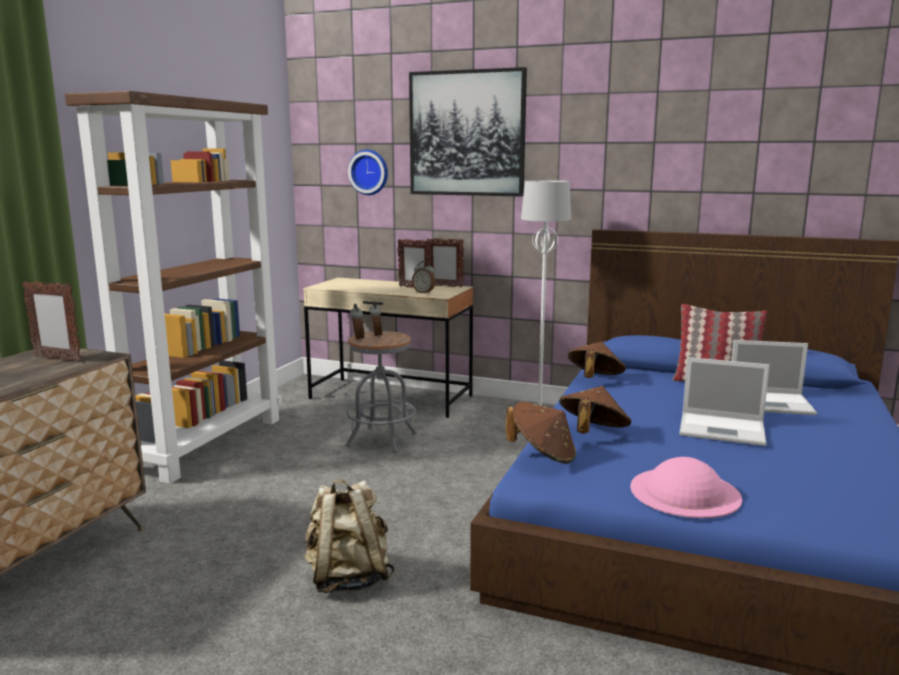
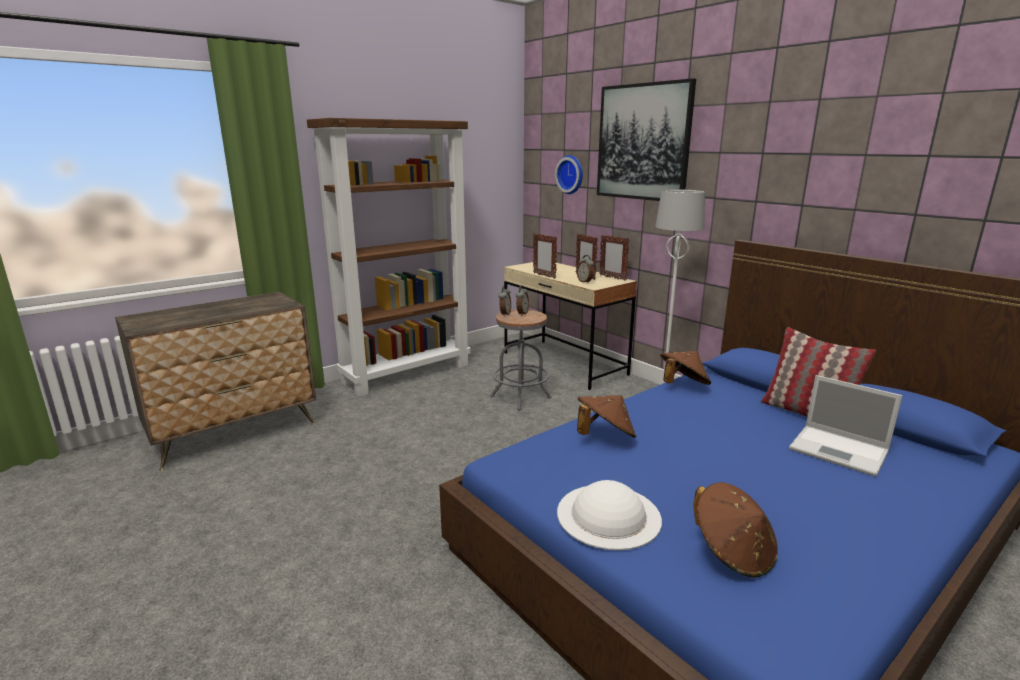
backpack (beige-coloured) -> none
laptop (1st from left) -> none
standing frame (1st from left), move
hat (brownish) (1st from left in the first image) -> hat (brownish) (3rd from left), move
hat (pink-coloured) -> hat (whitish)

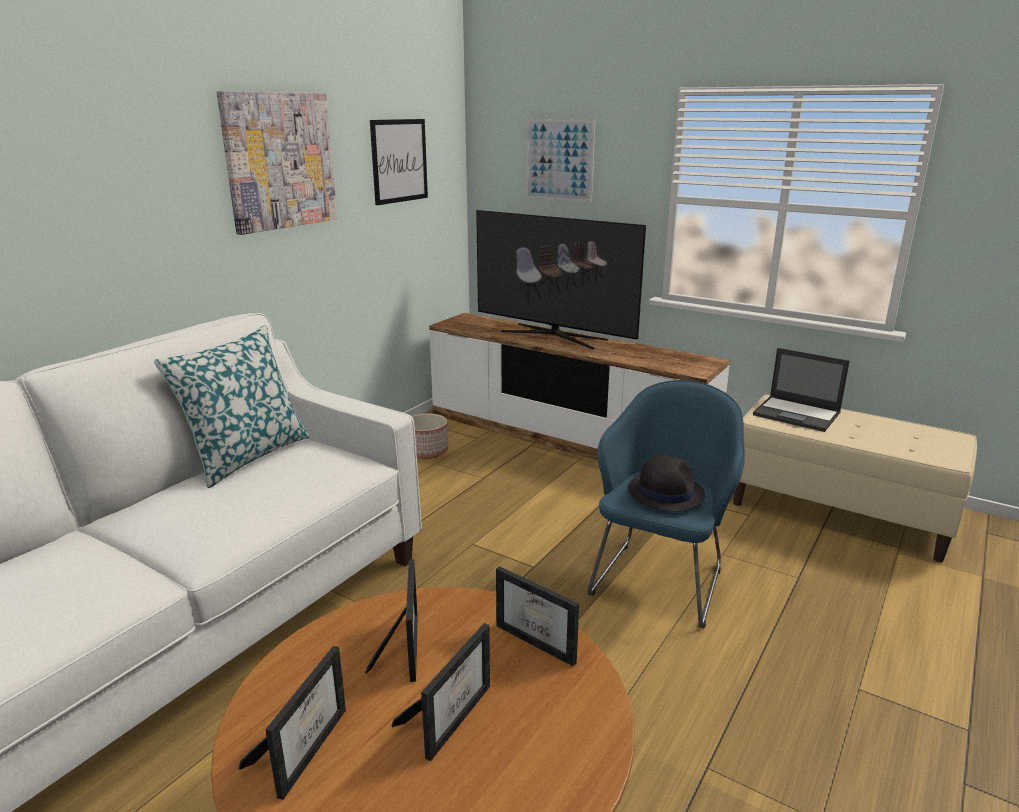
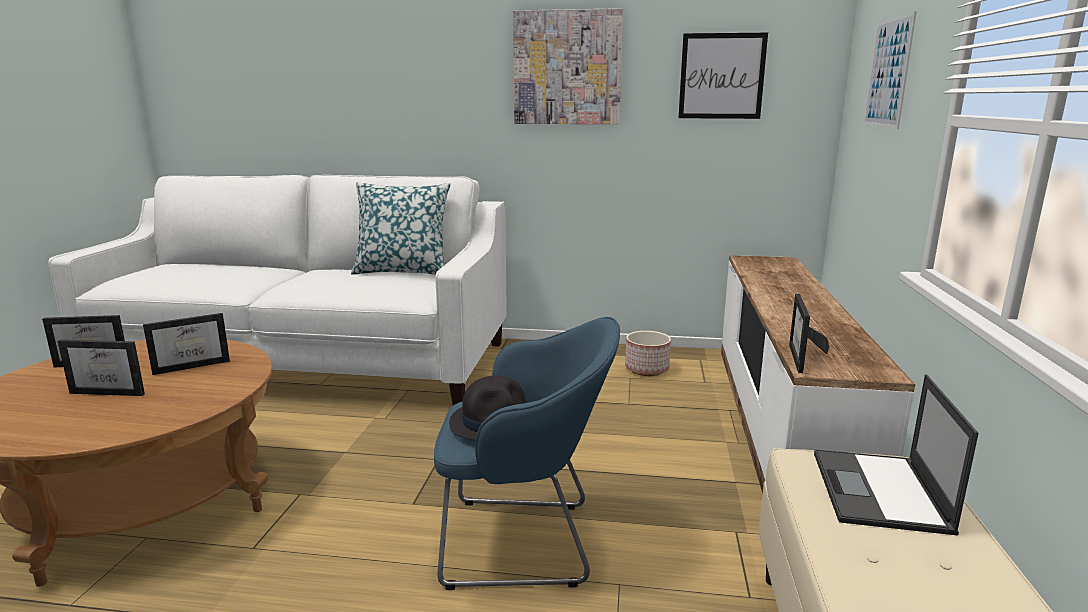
TV -> none
standing frame (4th from left), move

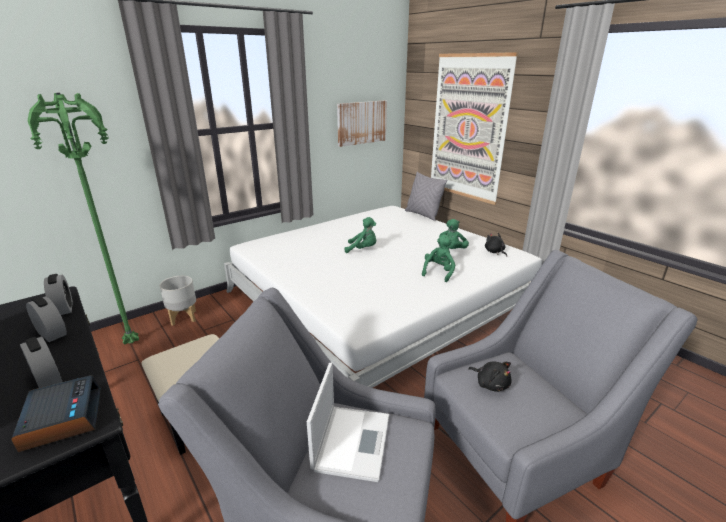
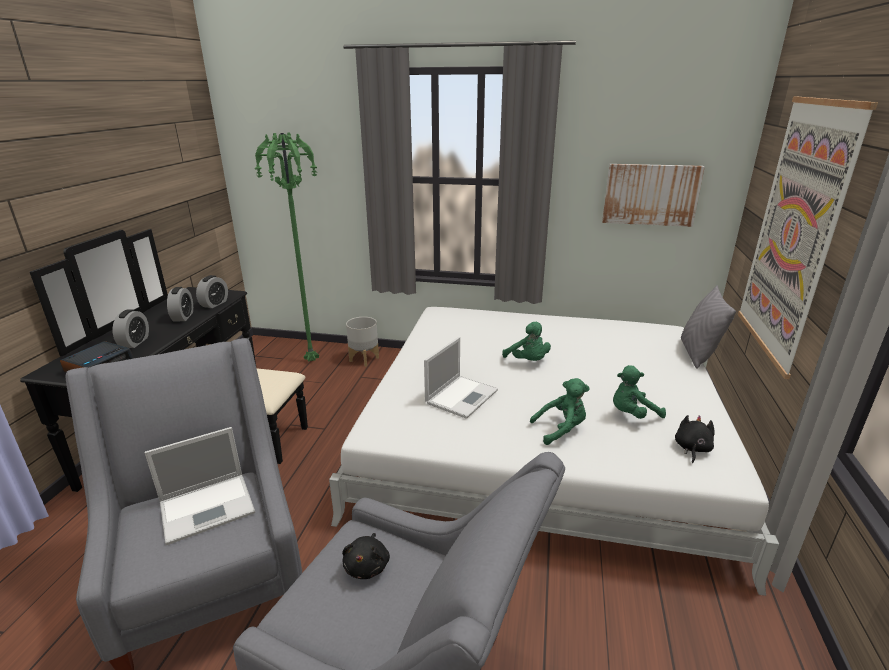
none -> laptop (2nd from left)

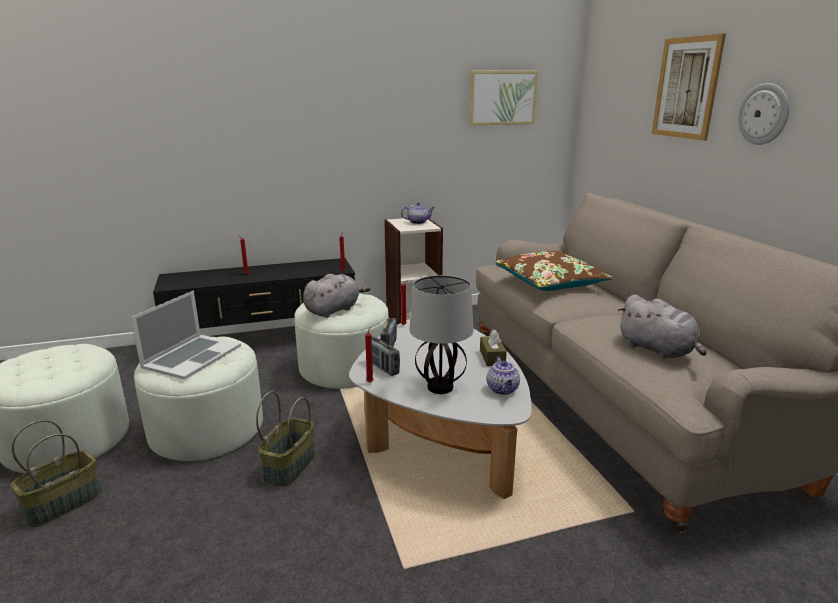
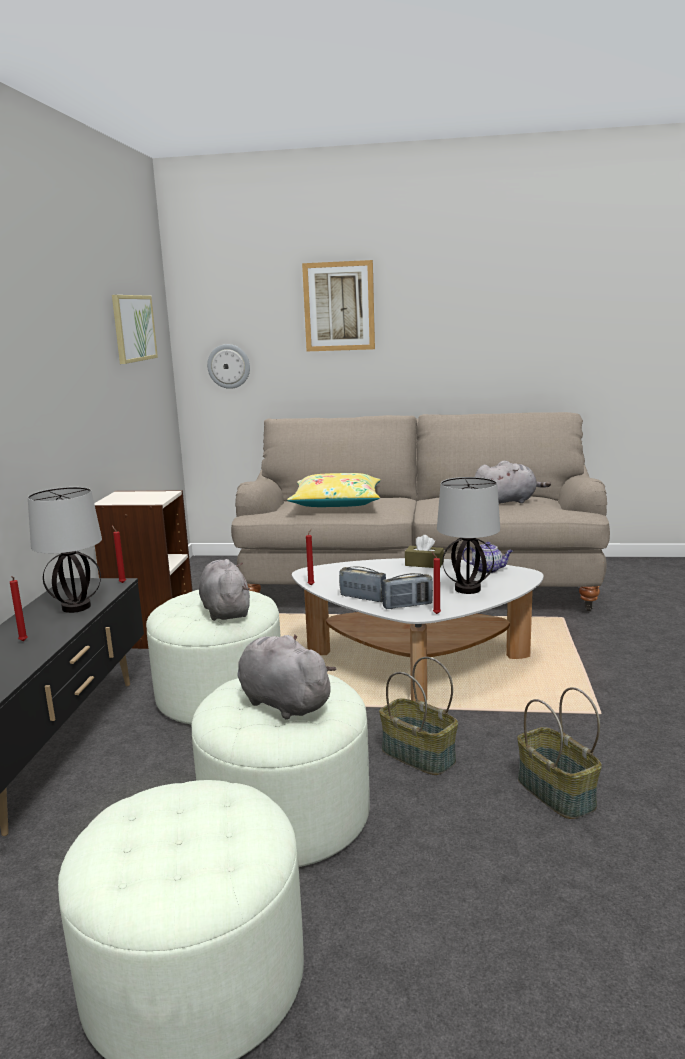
tea pot (1st from left) -> none
none -> lamp for a table (1st from left)
basket (1st from left in the first image) -> basket (2nd from left), move
hanging clock, move
laptop -> cuddly toy (gray) (2nd from left)
throw pillow (brownish) -> throw pillow (yellow)

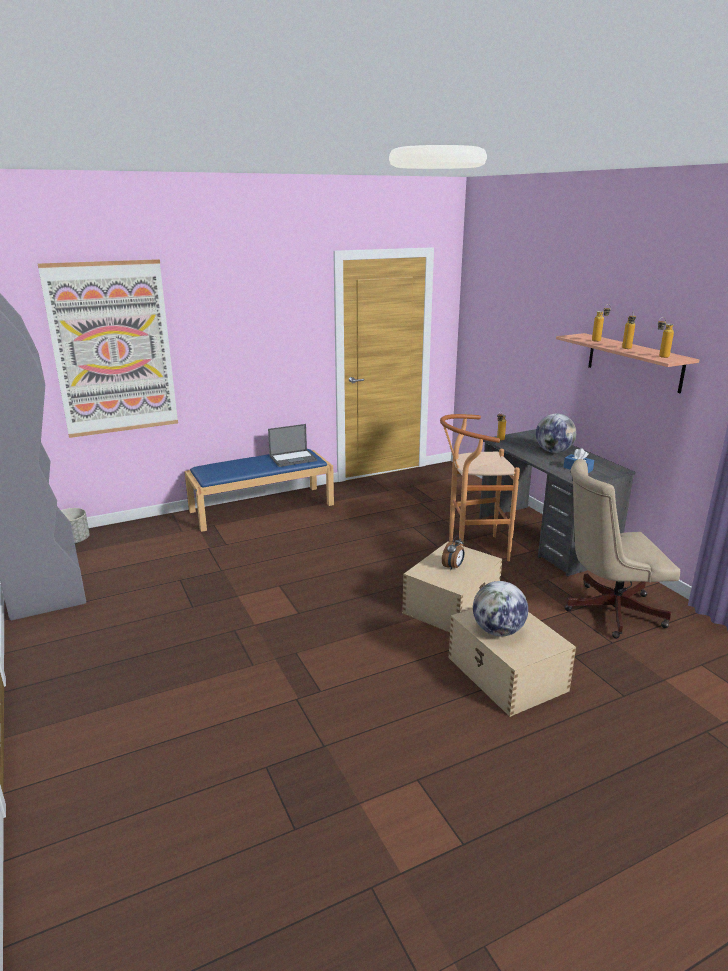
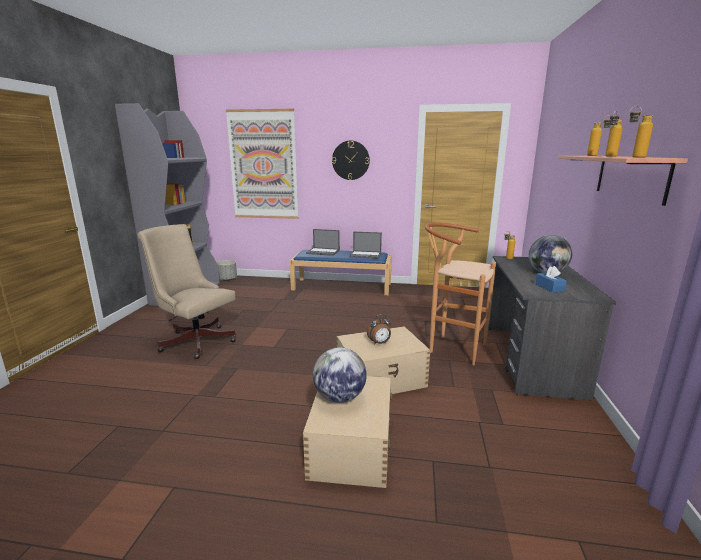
none -> laptop (1st from left)
none -> hanging clock
desk chair (beige-coloured), move

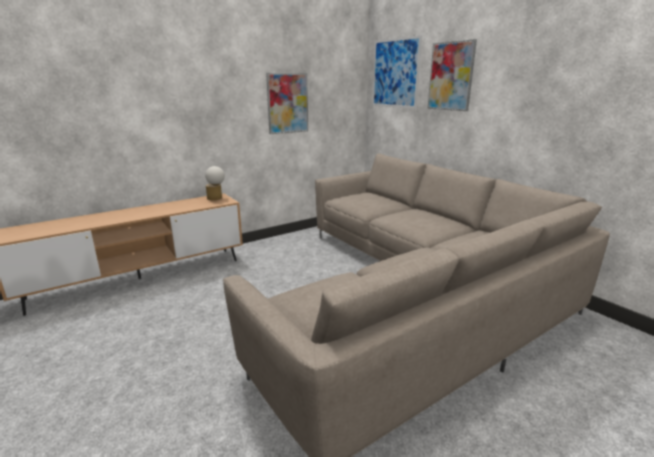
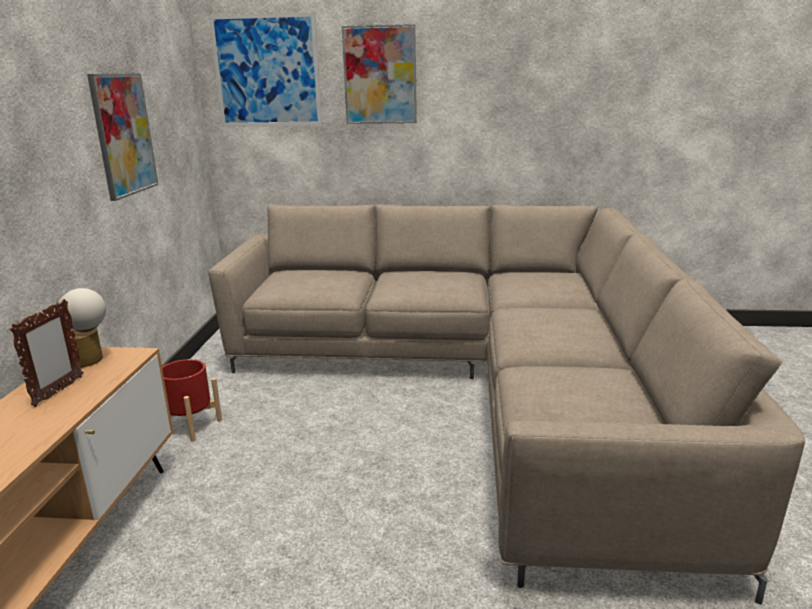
none -> standing frame
none -> plant pot (red-coloured)

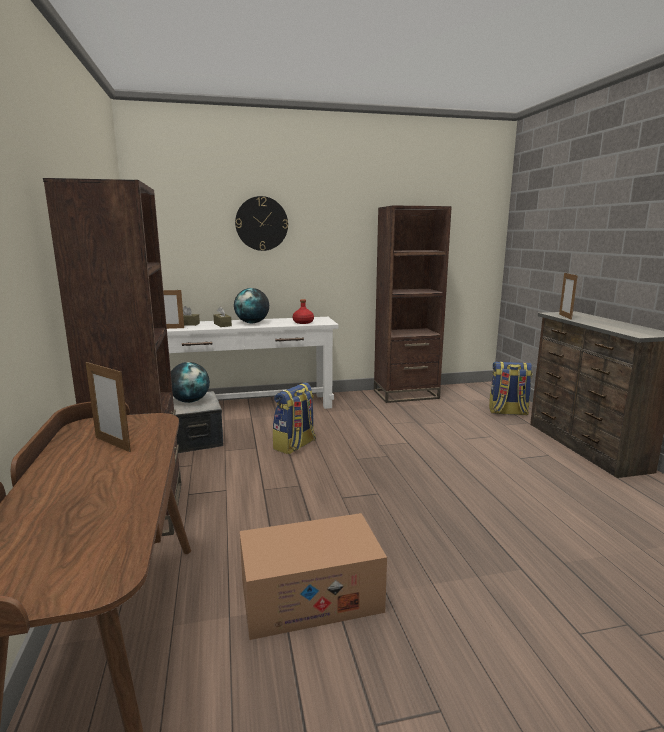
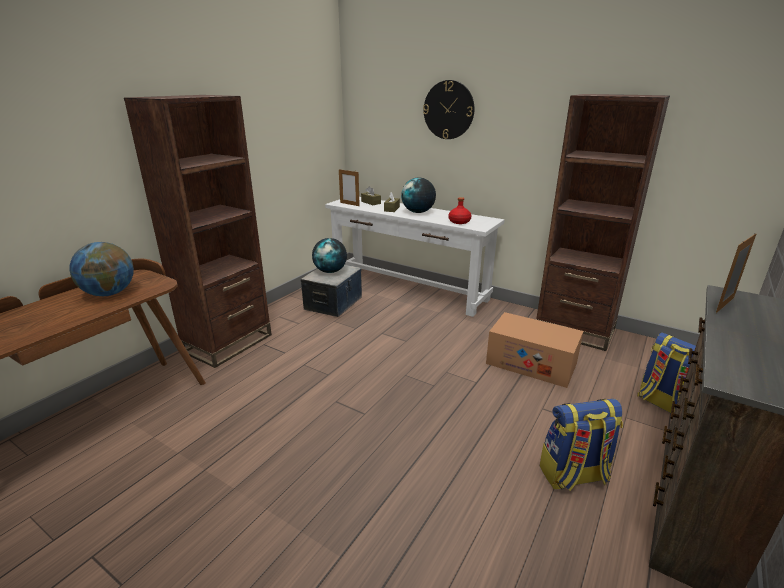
carton, move
backpack (1st from left), move
standing frame (1st from left) -> desk globe (1st from left)

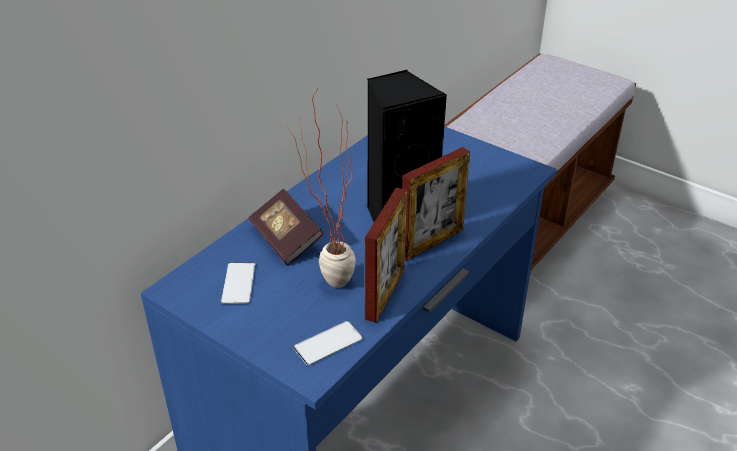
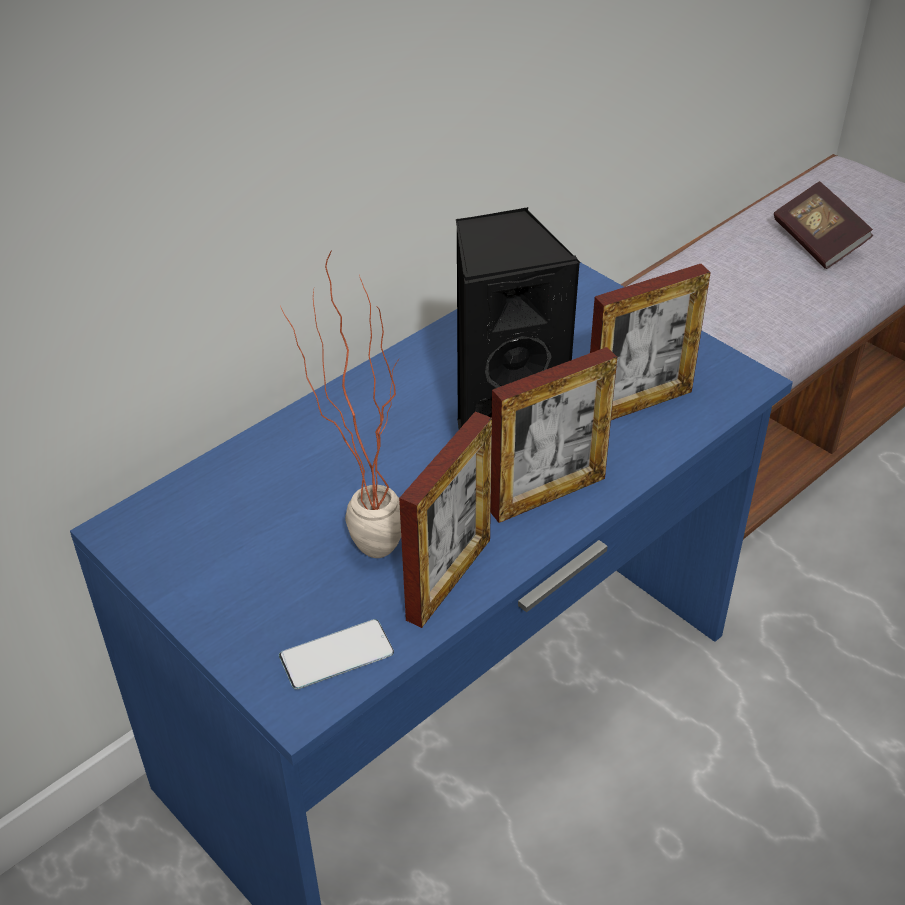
telephone (1st from left) -> none
none -> standing frame (3rd from left)
volume, move

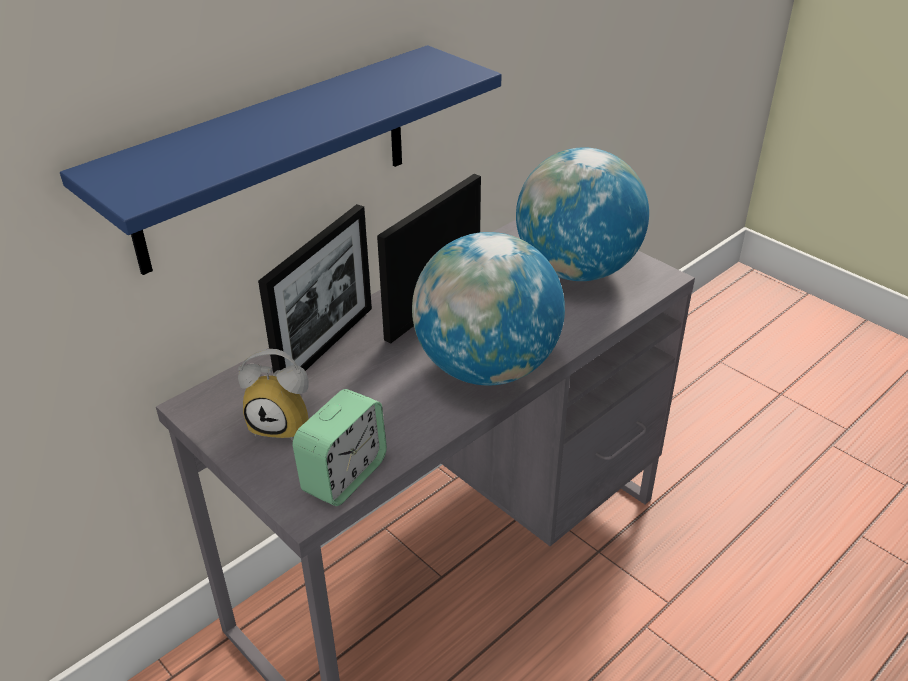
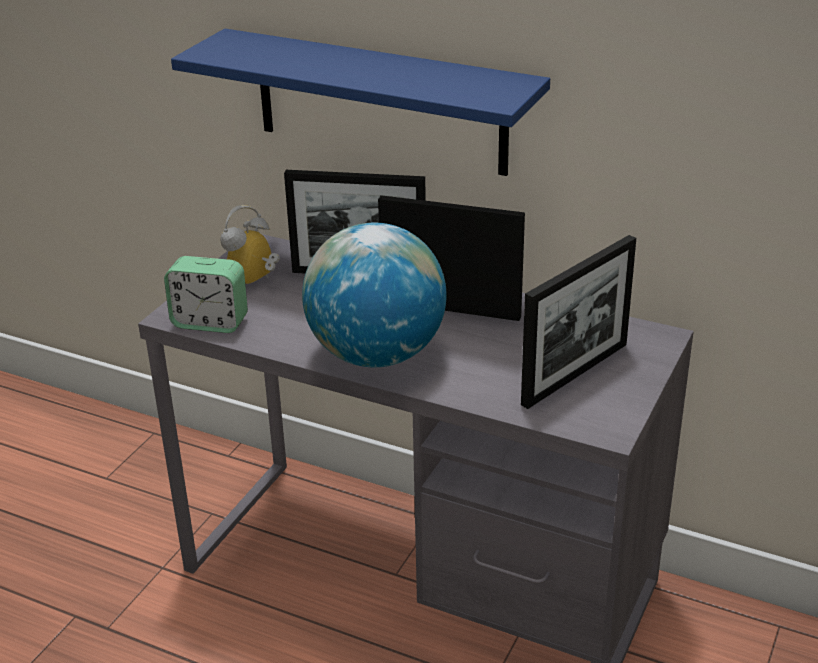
desk globe (2nd from left) -> standing frame (3rd from left)
bedside clock (1st from left in the first image) -> bedside clock (2nd from left), 45 degrees clockwise

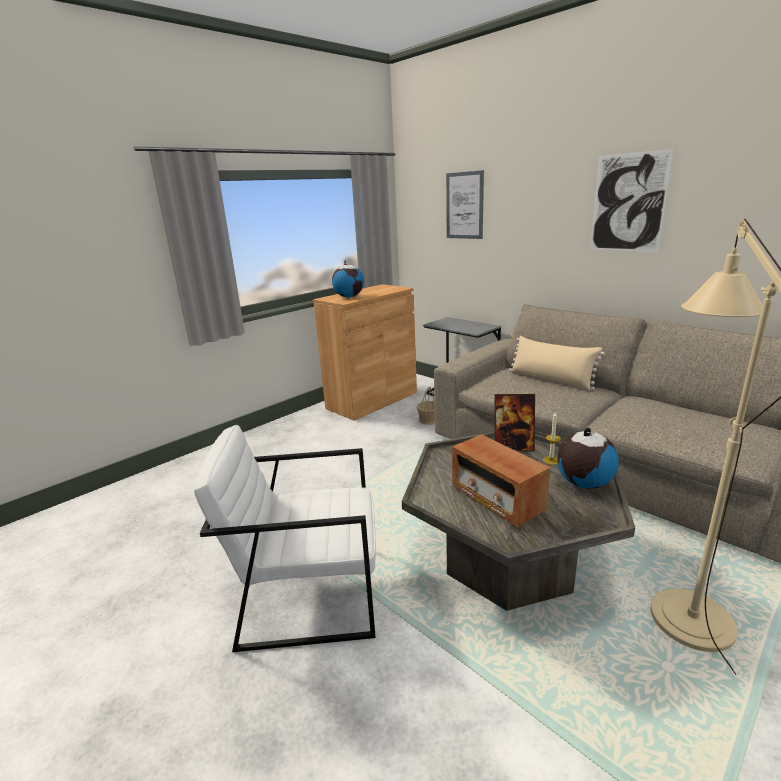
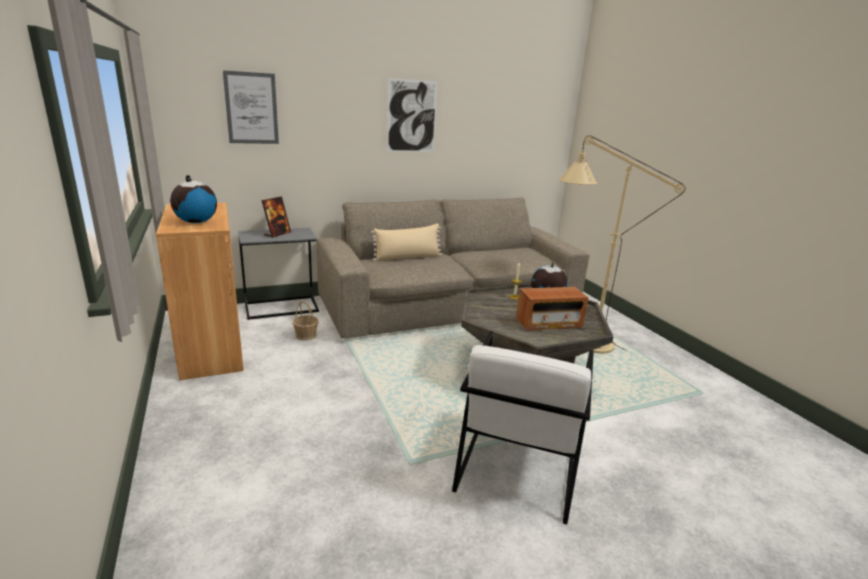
standing frame, move

